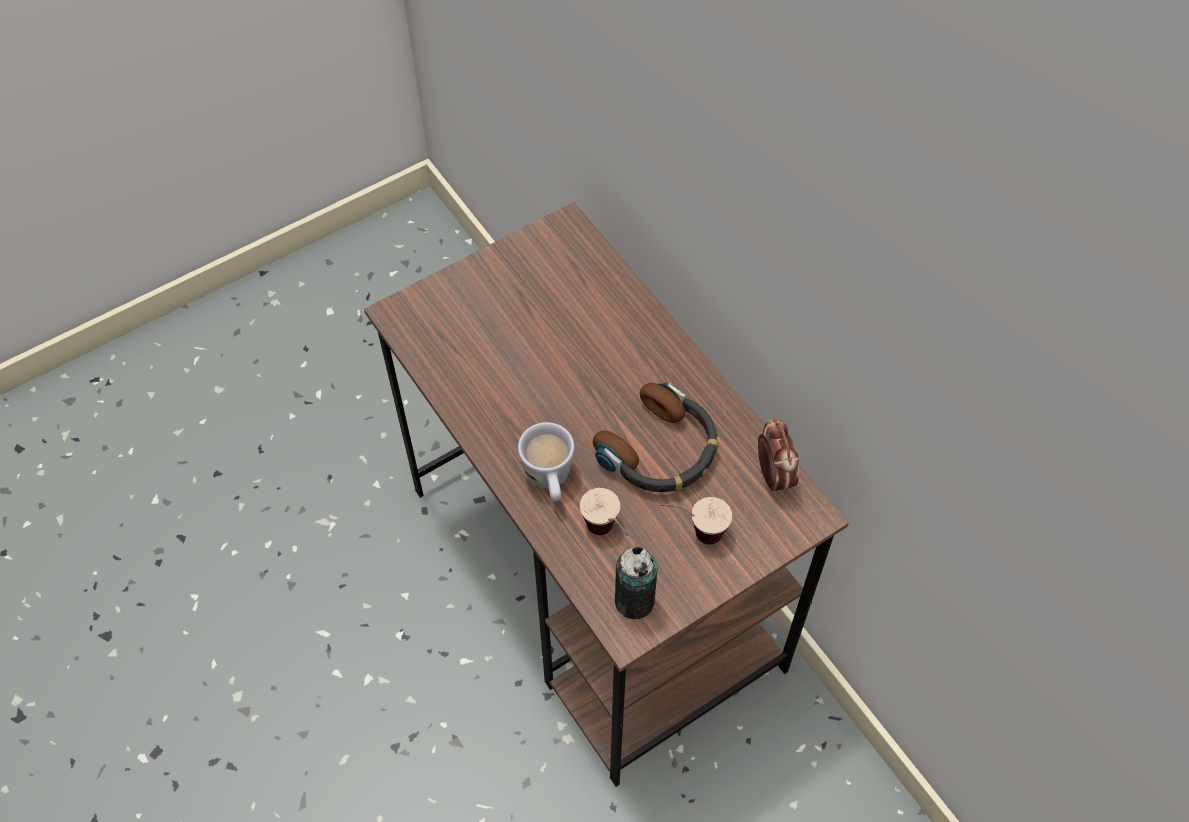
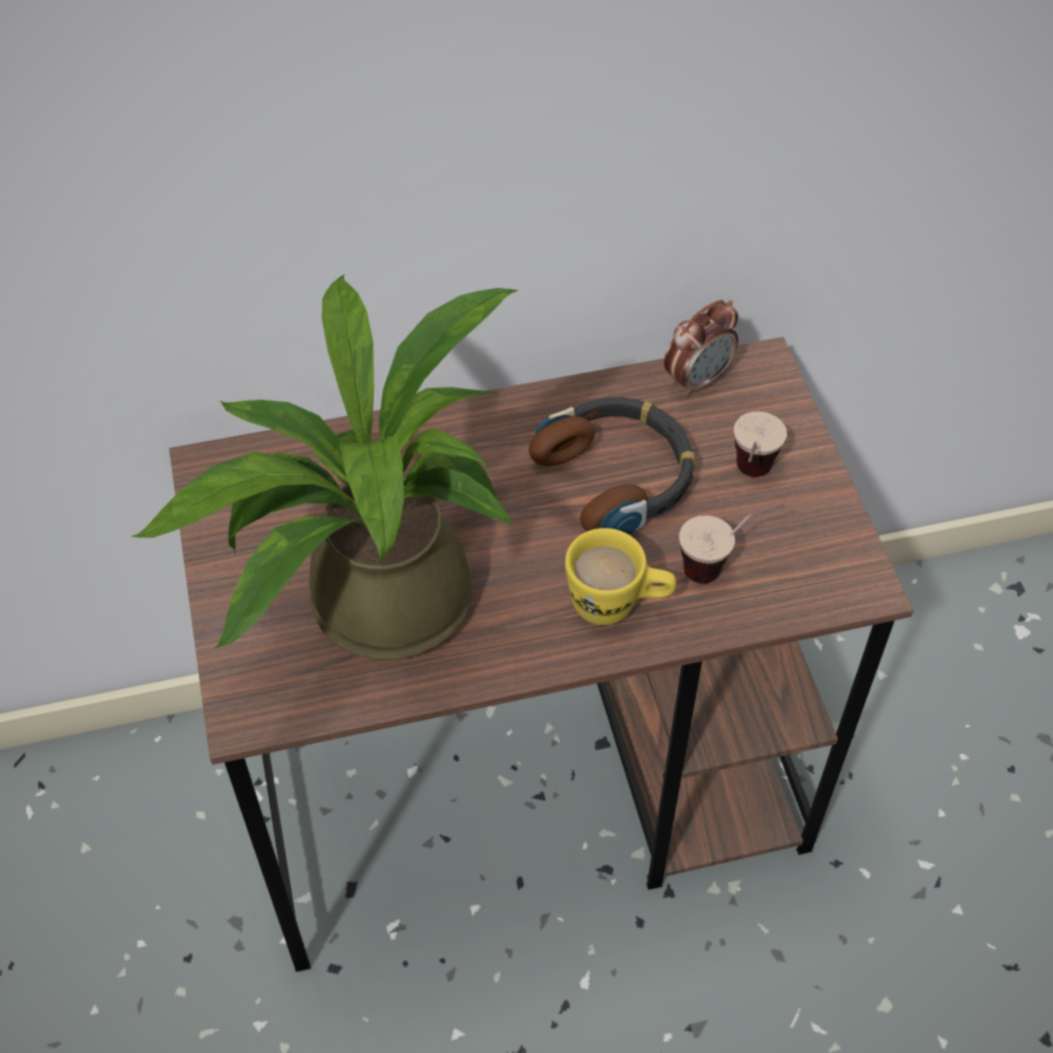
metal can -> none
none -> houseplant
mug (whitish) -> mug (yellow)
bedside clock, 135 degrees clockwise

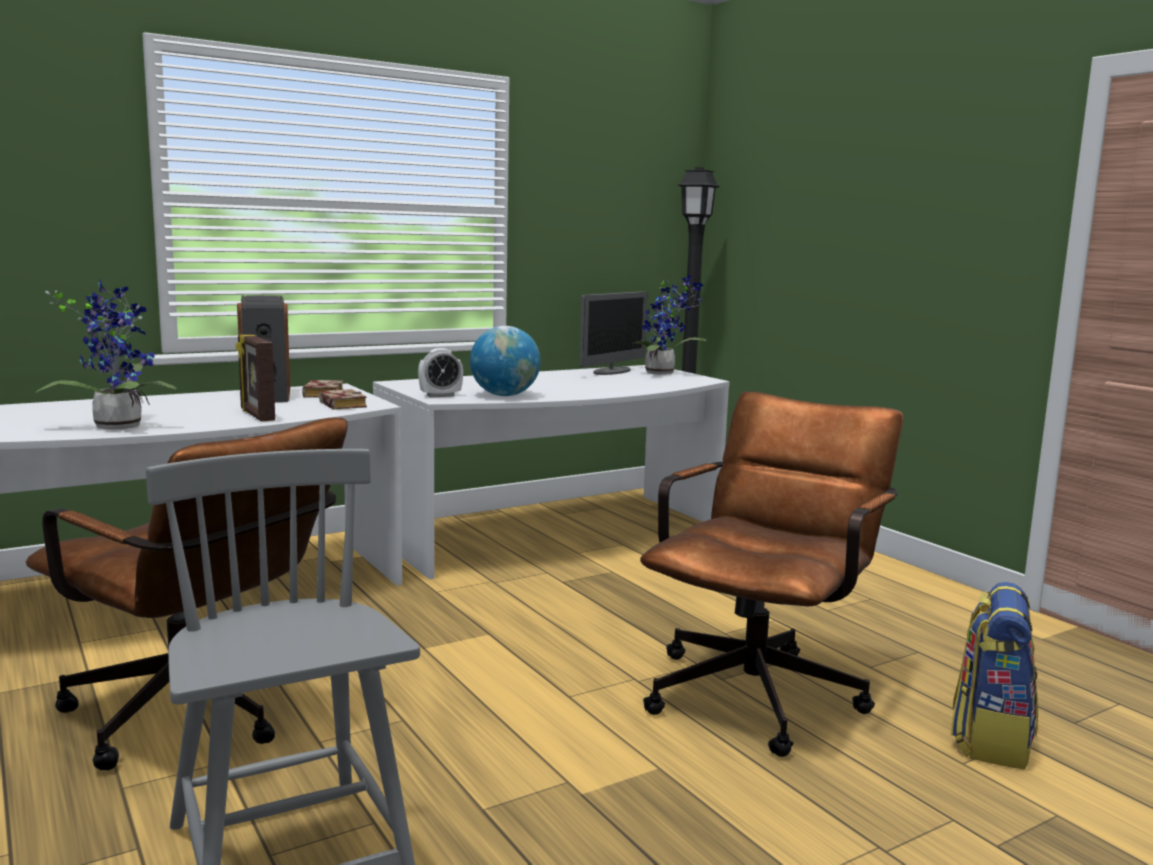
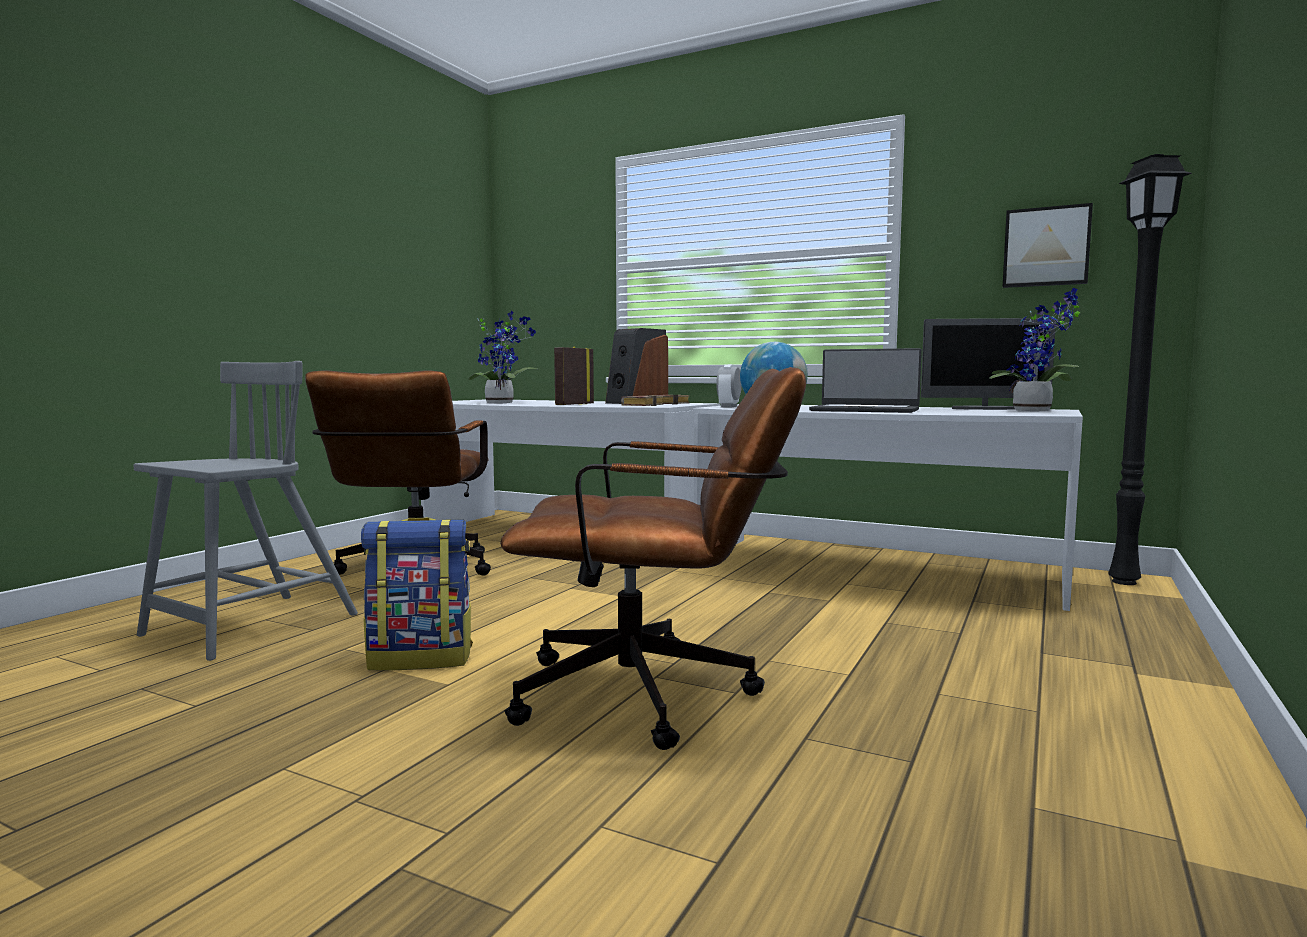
none -> laptop
none -> wall art
backpack, move
bedside clock, 75 degrees clockwise

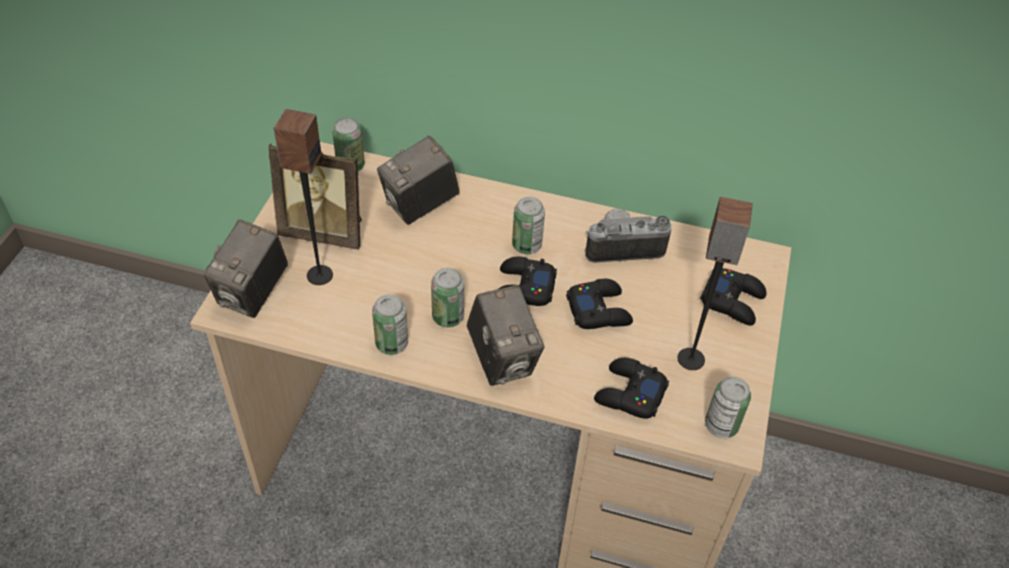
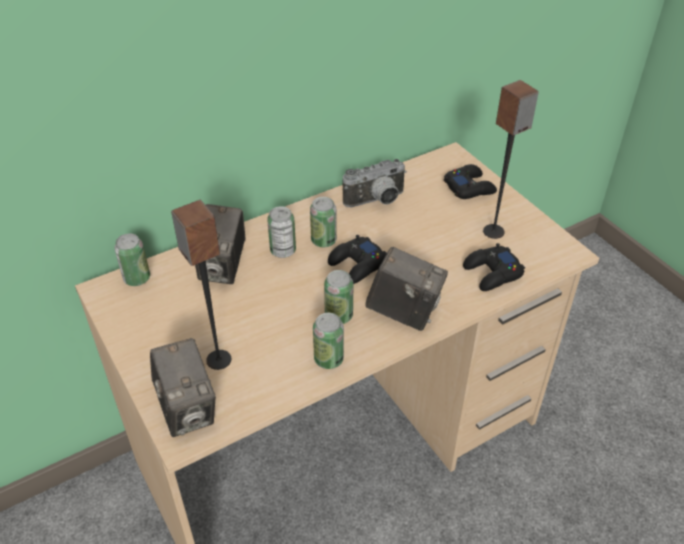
standing frame -> none
joypad (blackish) (2nd from left) -> none
metal can (5th from left in the first image) -> metal can (2nd from left), move
photo camera (4th from left in the first image) -> photo camera (3rd from left), 150 degrees counterclockwise

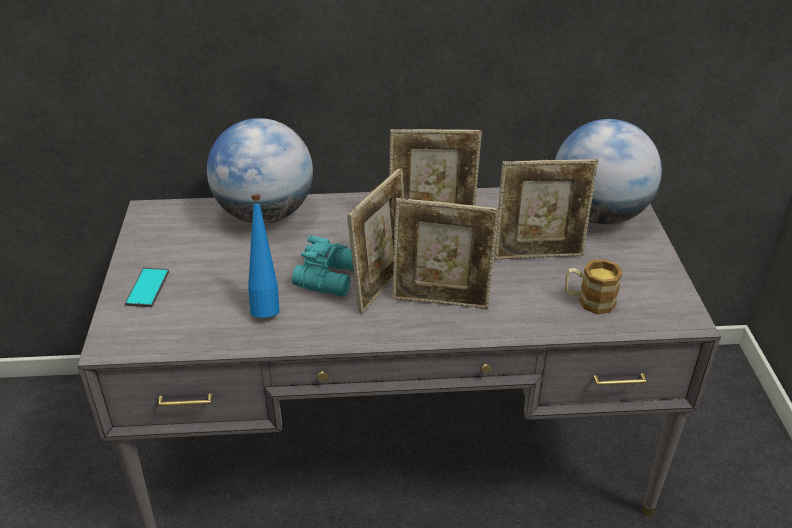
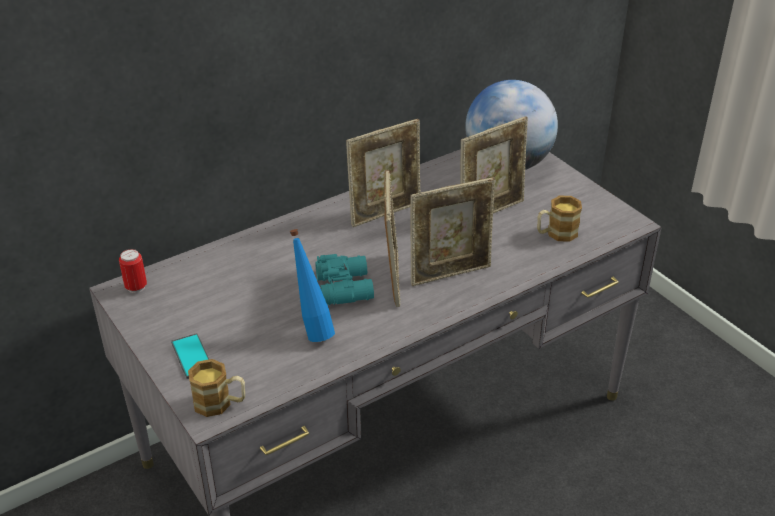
desk globe (1st from left) -> none
none -> metal can
none -> mug (1st from left)

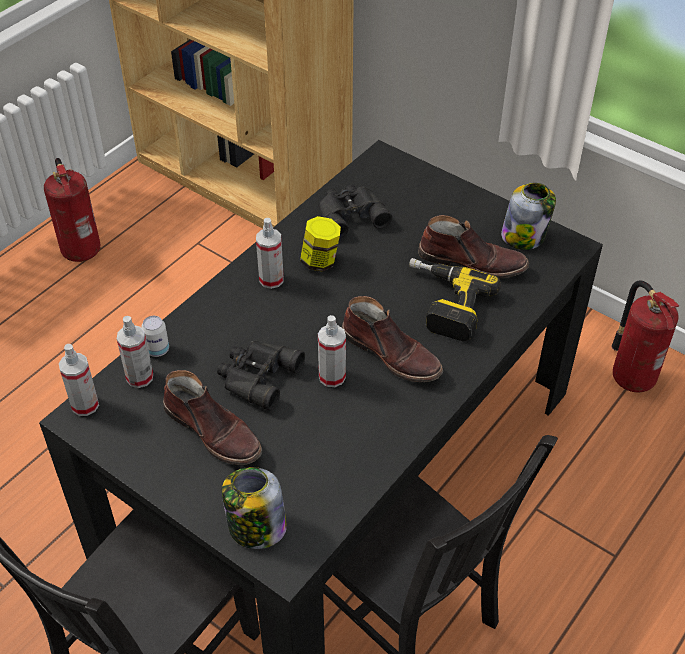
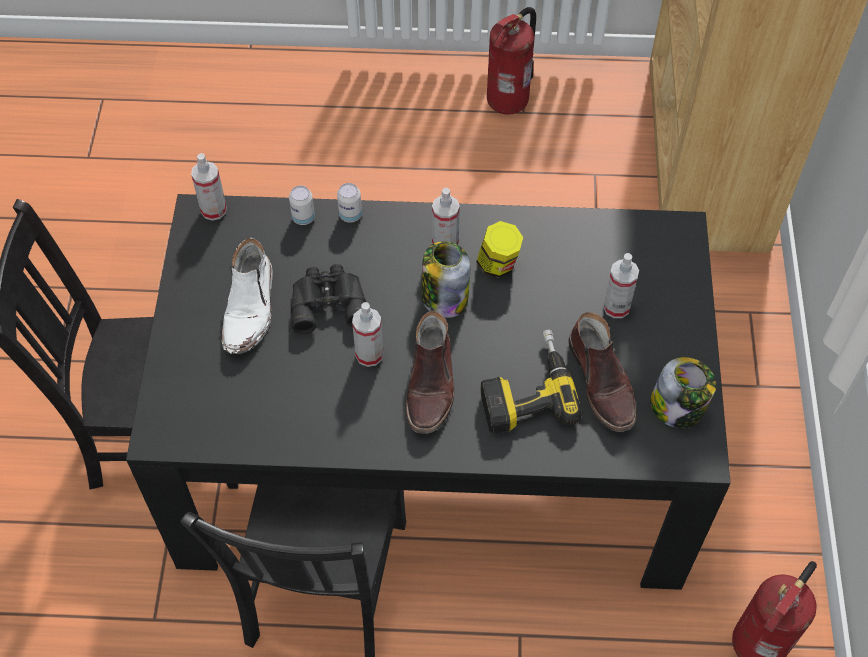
binoculars (blackish) (2nd from left) -> none
none -> metal can (2nd from left)
spray bottle (2nd from left in the first image) -> spray bottle (4th from left), move
jar (1st from left), move
boot (brownish) (1st from left) -> boot (whitish)

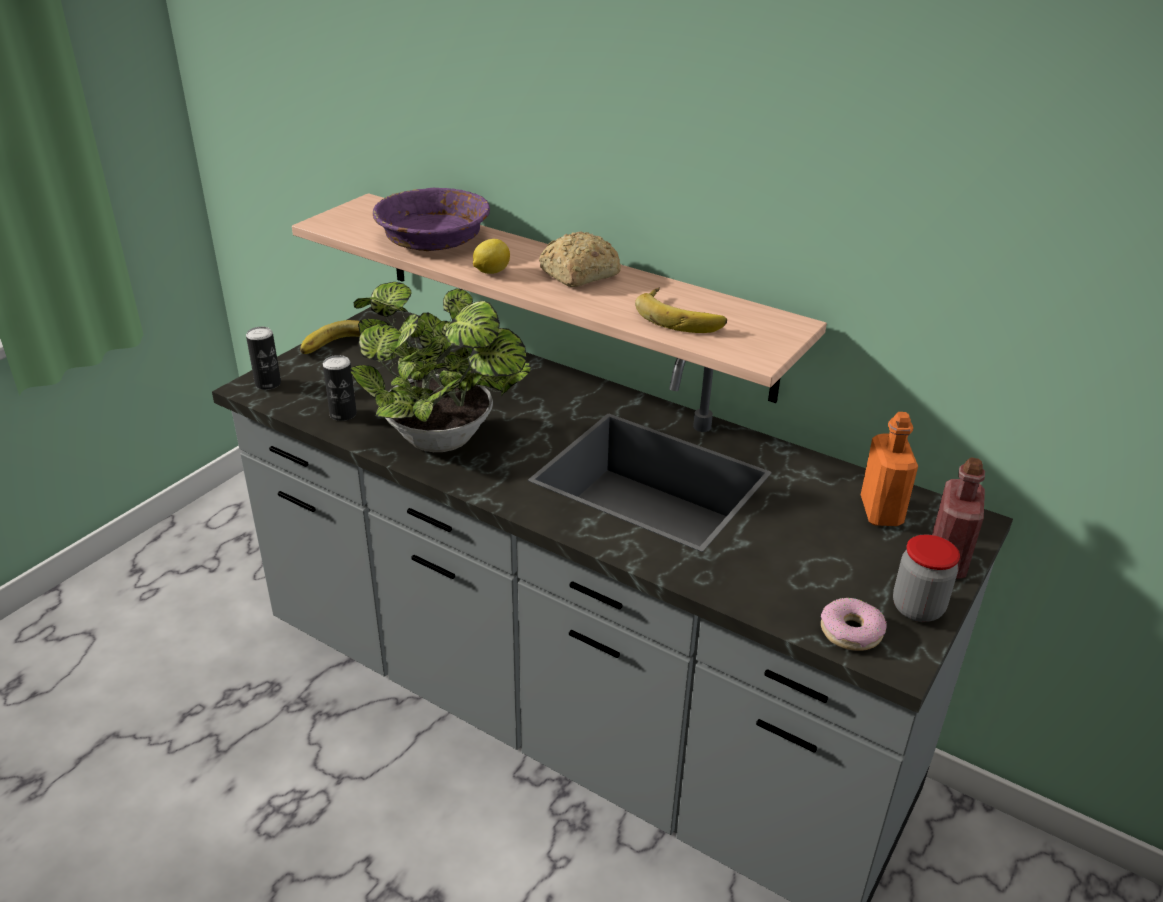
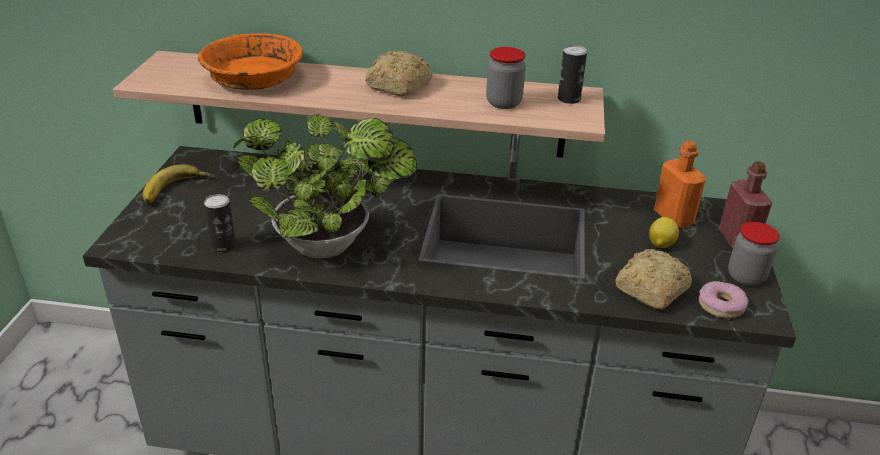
none -> bread (2nd from left)
metal can (1st from left in the first image) -> metal can (2nd from left), move
lemon, move
banana (2nd from left) -> jar (1st from left)
deep dish (purple) -> deep dish (orange)

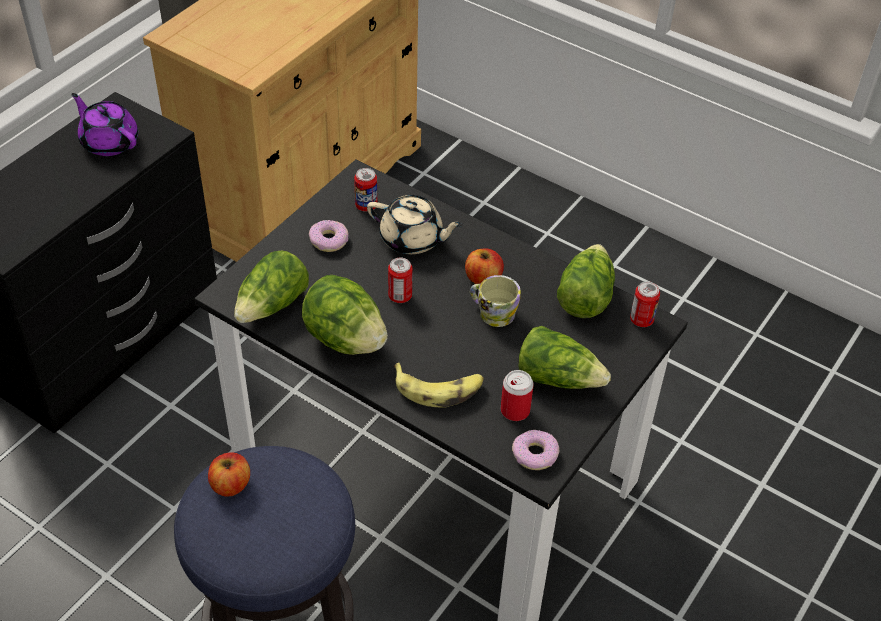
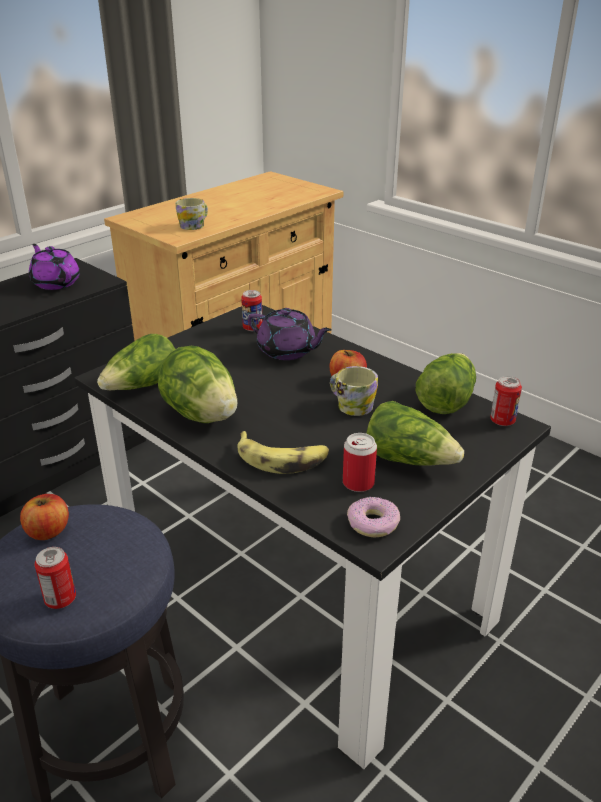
doughnut (1st from left) -> none
none -> mug (1st from left)
metal can (2nd from left in the first image) -> metal can (1st from left), move
tea pot (beige-coloured) -> tea pot (purple) (2nd from left)

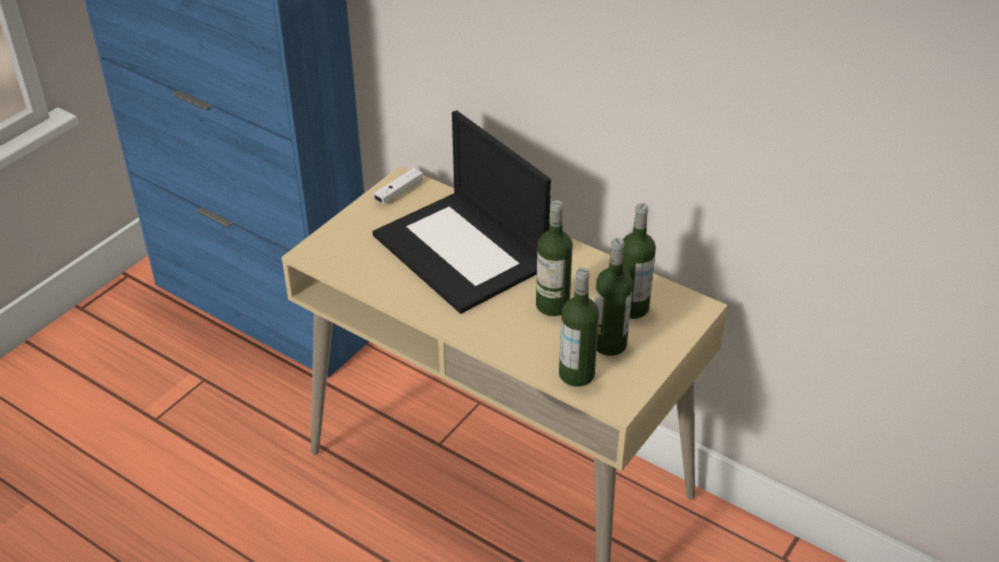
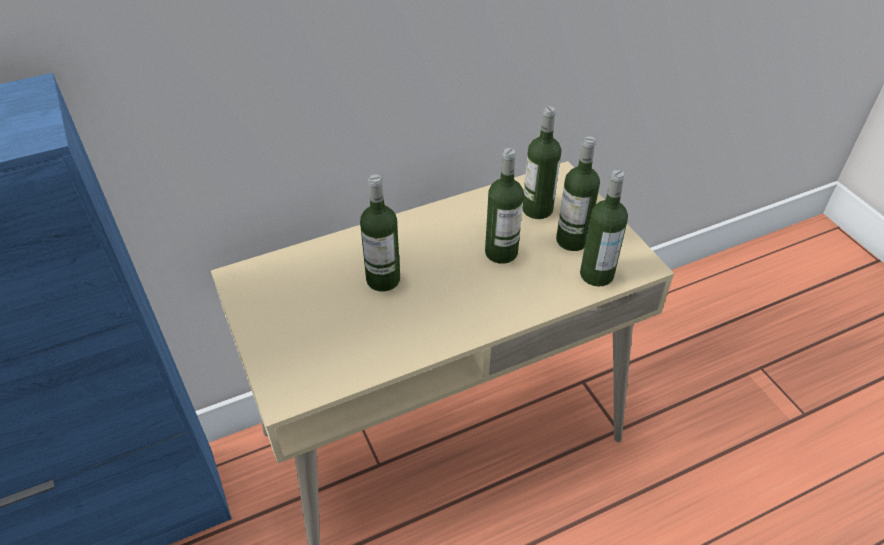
joypad (whitish) -> none
laptop -> beverage bottle (1st from left)

